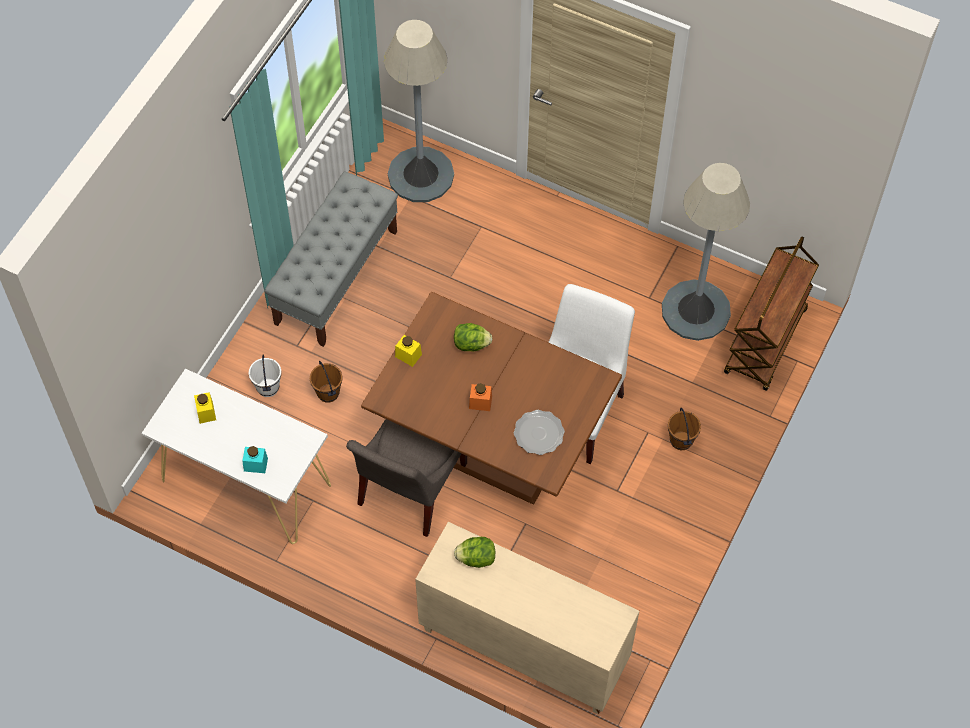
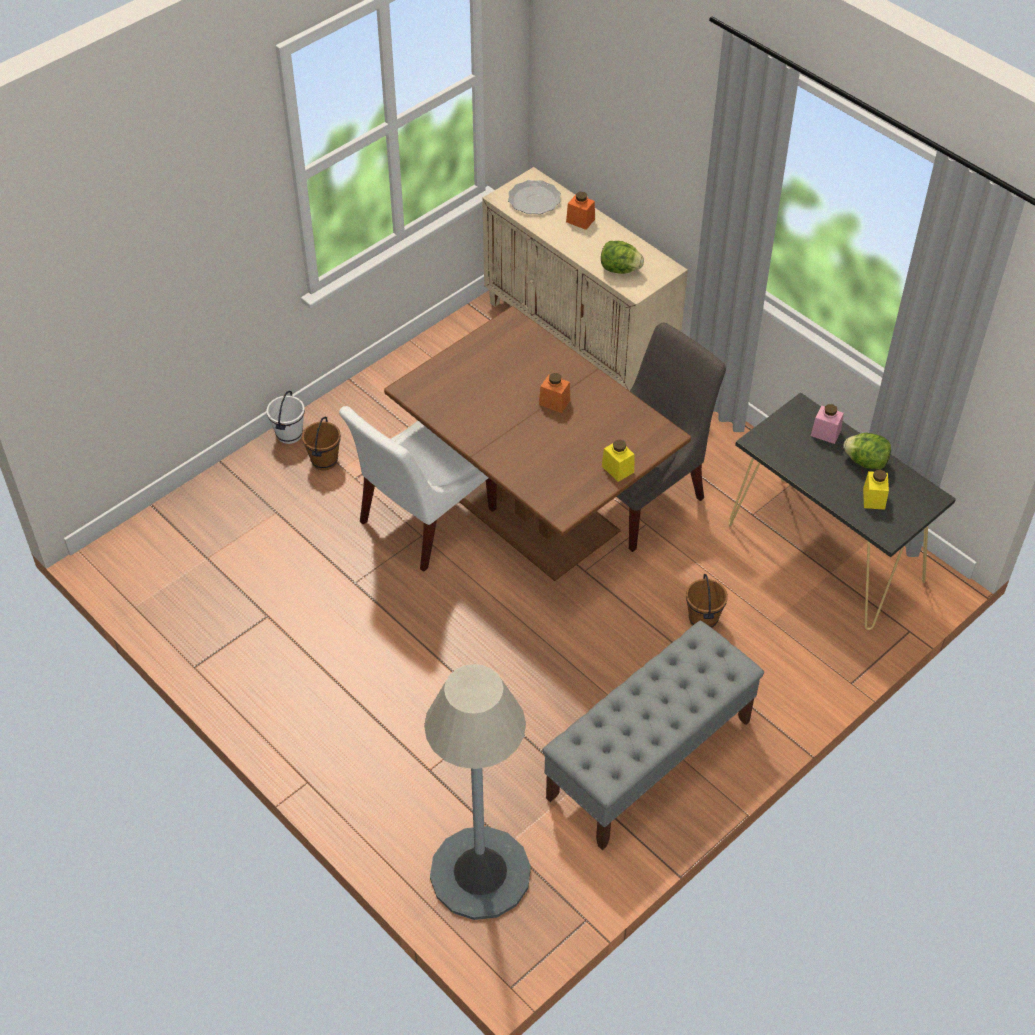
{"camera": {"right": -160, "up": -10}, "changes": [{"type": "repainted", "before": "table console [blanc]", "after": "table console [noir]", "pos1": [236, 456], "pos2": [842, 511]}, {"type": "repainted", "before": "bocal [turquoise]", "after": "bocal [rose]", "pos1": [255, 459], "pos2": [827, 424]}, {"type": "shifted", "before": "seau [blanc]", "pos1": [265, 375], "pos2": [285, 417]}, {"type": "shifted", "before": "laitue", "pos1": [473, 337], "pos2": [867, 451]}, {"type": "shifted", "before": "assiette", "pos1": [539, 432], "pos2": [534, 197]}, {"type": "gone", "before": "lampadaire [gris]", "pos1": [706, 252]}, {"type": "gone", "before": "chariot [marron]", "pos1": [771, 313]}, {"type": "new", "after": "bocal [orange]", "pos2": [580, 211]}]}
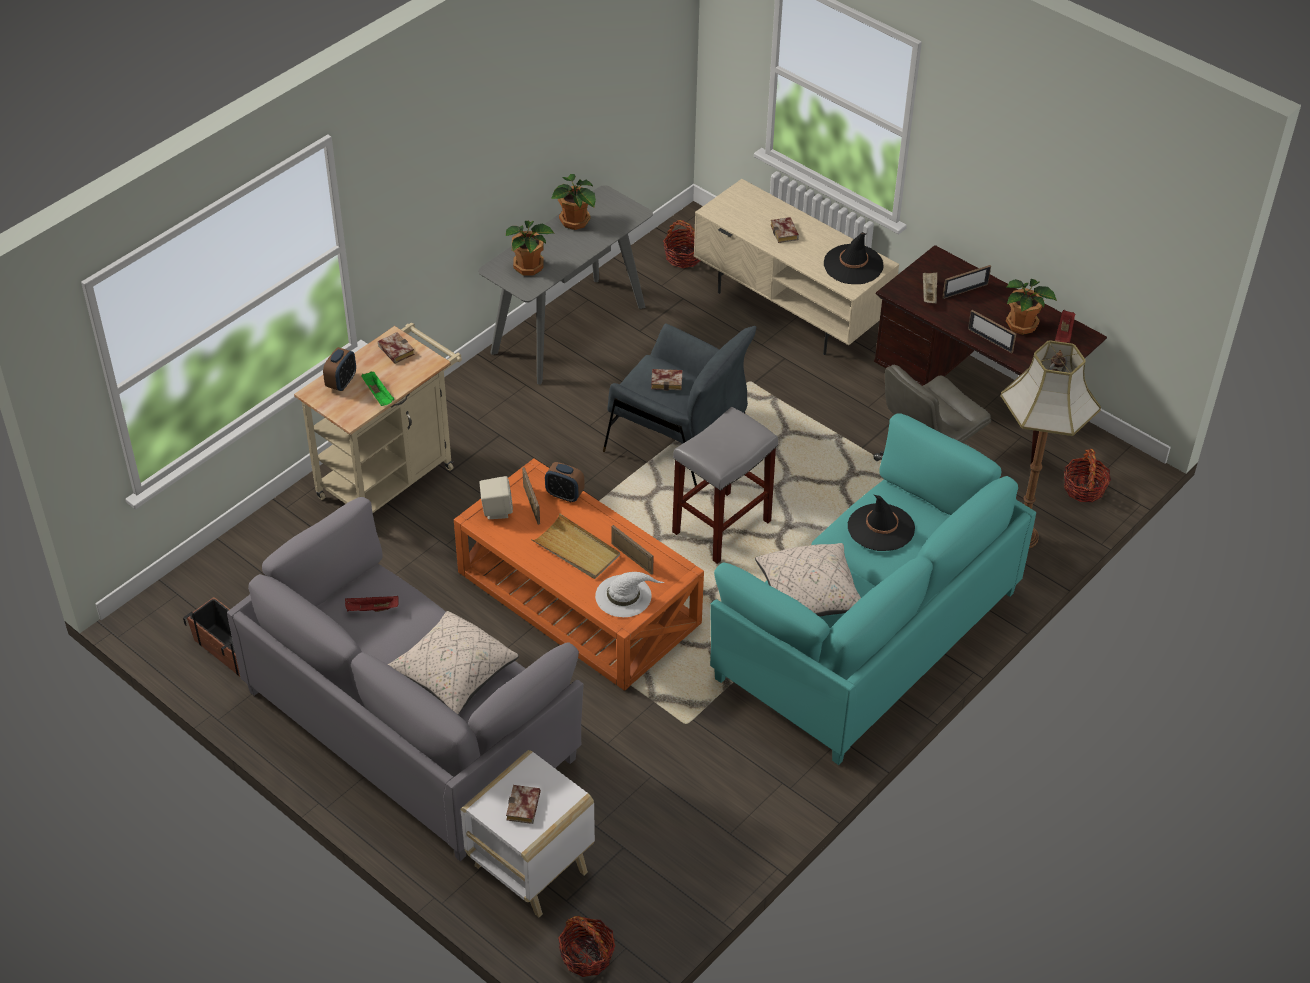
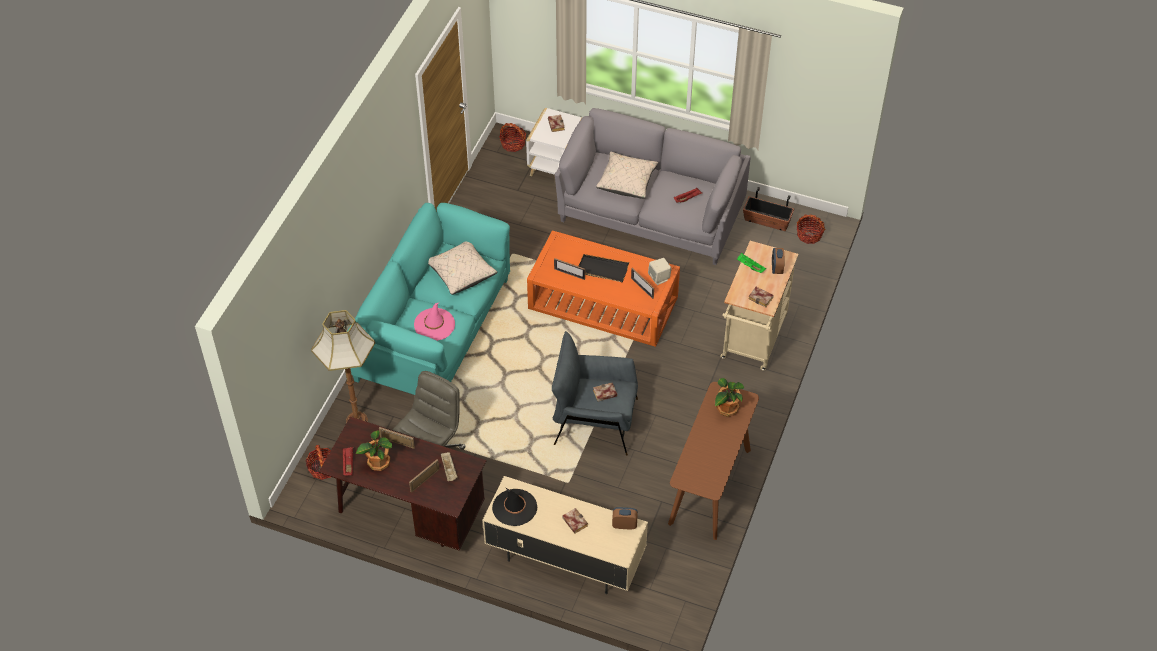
{"camera": {"right": 160, "up": 5}, "changes": [{"type": "repainted", "before": "table console [gris]", "after": "table console [marron]", "pos1": [565, 285], "pos2": [713, 461]}, {"type": "repainted", "before": "plateau [beige]", "after": "plateau [noir]", "pos1": [575, 546], "pos2": [604, 268]}, {"type": "shifted", "before": "réveil", "pos1": [564, 482], "pos2": [625, 518]}, {"type": "gone", "before": "plante en pot", "pos1": [573, 202]}, {"type": "gone", "before": "chapeau [blanc]", "pos1": [629, 594]}, {"type": "shifted", "before": "panier", "pos1": [681, 244], "pos2": [811, 229]}, {"type": "gone", "before": "tabouret [gris]", "pos1": [725, 485]}, {"type": "repainted", "before": "chapeau [noir]", "after": "chapeau [rose]", "pos1": [881, 523], "pos2": [434, 322]}]}
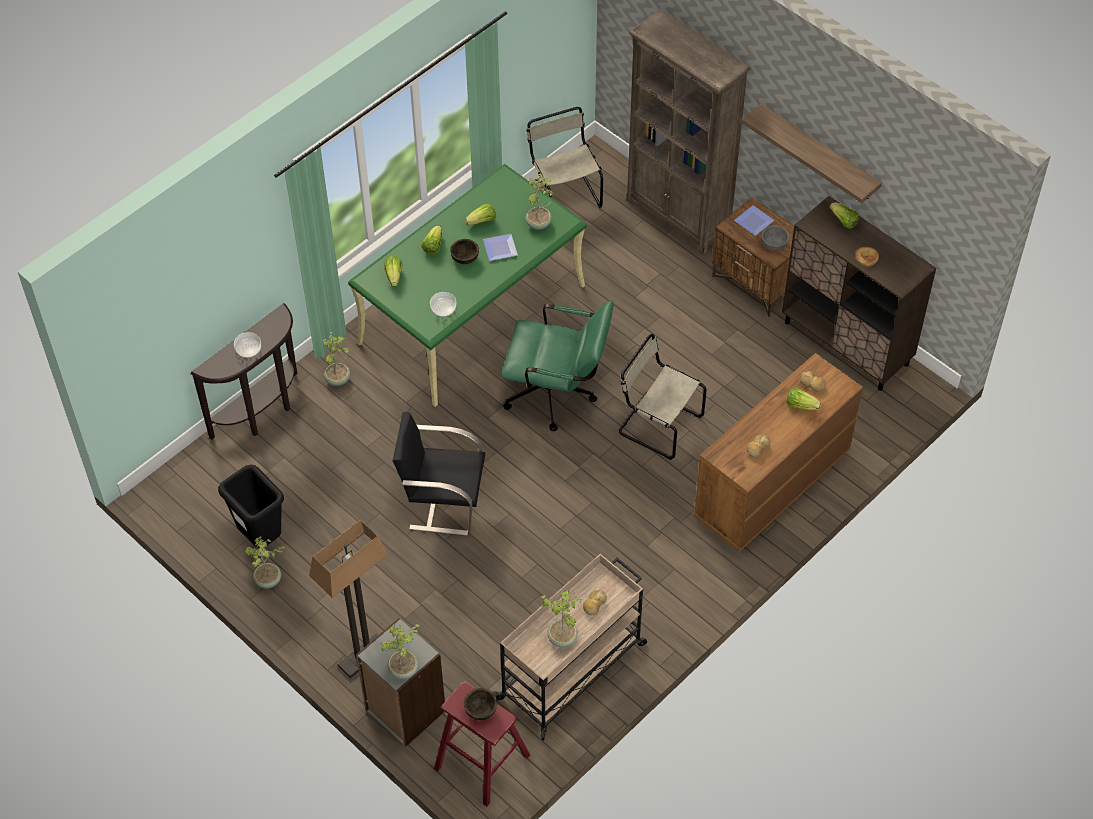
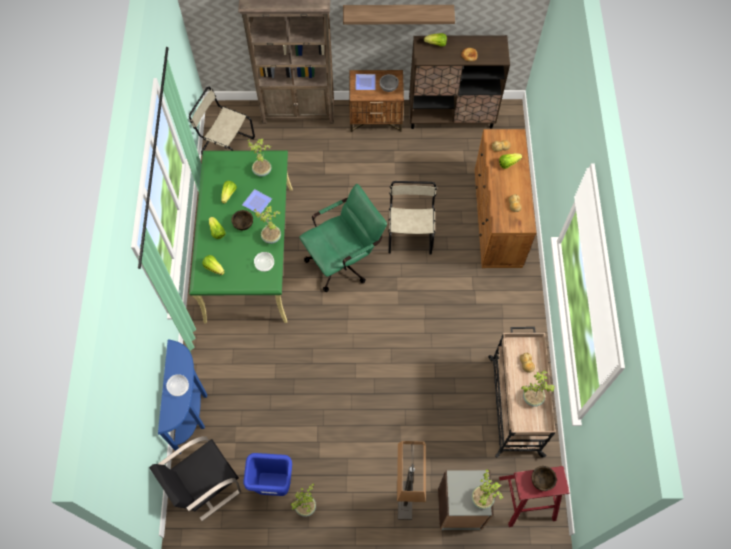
{"camera": {"right": -45, "up": 10}, "changes": [{"type": "repainted", "before": "table console [marron]", "after": "table console [bleu]", "pos1": [243, 371], "pos2": [182, 396]}, {"type": "repainted", "before": "poubelle [noir]", "after": "poubelle [bleu]", "pos1": [251, 506], "pos2": [268, 474]}, {"type": "shifted", "before": "plante en pot", "pos1": [336, 359], "pos2": [267, 225]}, {"type": "shifted", "before": "chaise [noir]", "pos1": [438, 474], "pos2": [195, 478]}, {"type": "rotated", "before": "chaise [beige]", "pos1": [663, 397], "pos2": [412, 218], "turn": 105}]}
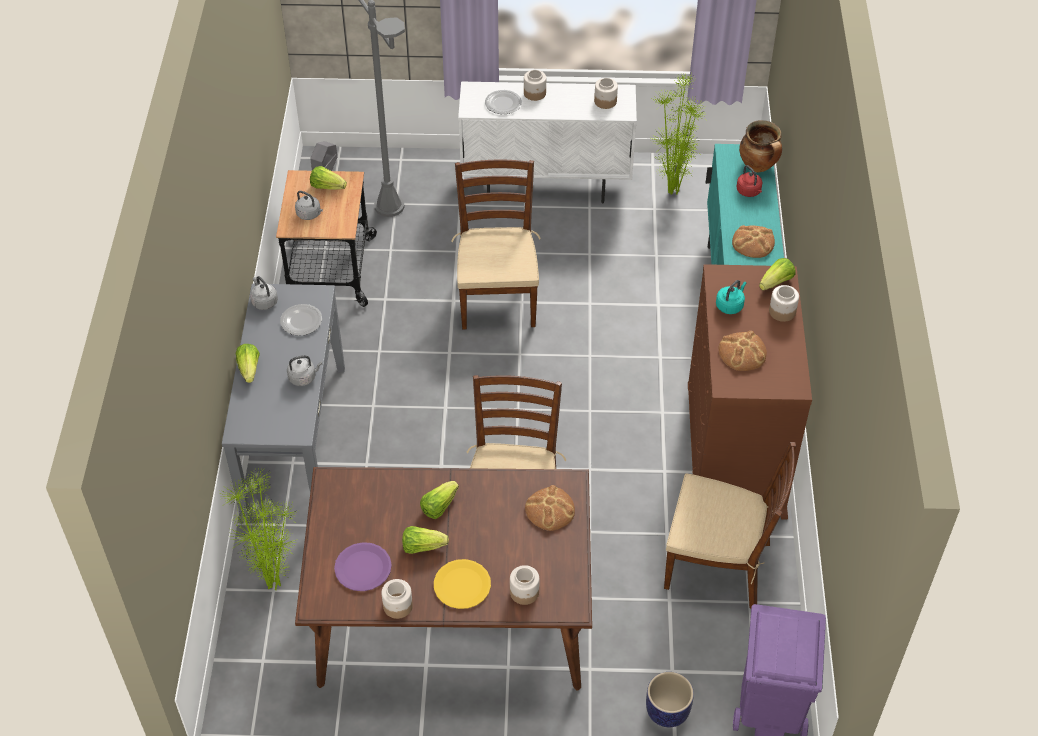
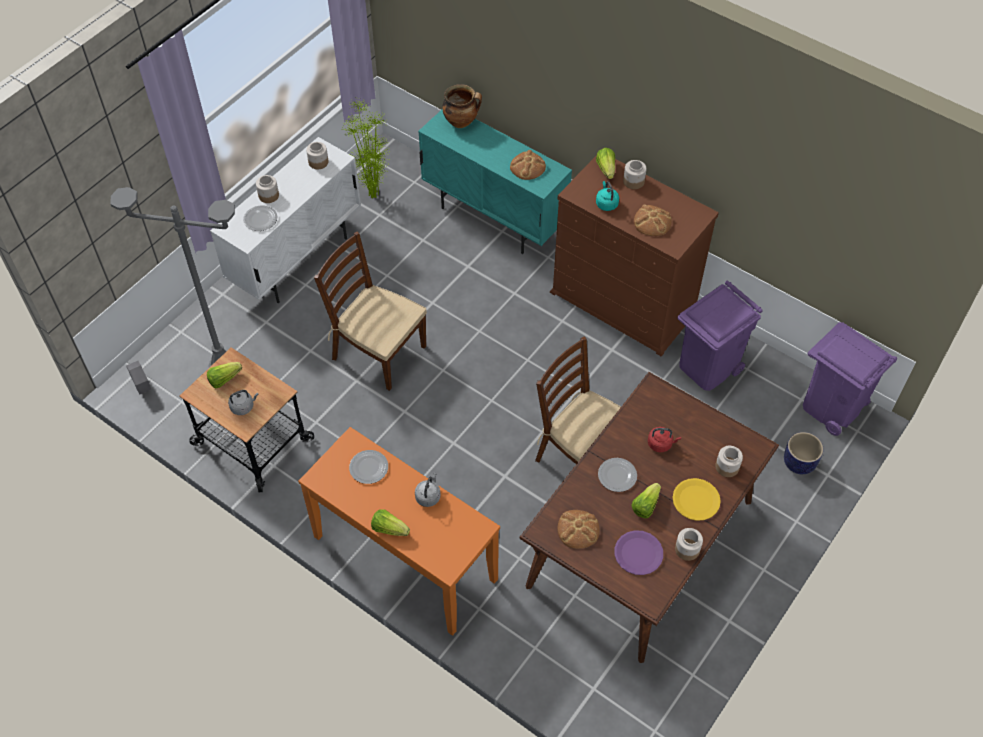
{"camera": {"right": -55, "up": 5}, "changes": [{"type": "gone", "before": "plante en pot", "pos1": [258, 529]}, {"type": "repainted", "before": "table console [gris]", "after": "table console [orange]", "pos1": [283, 402], "pos2": [399, 531]}, {"type": "gone", "before": "bouilloire [gris]", "pos1": [264, 293]}, {"type": "swapped", "before": "laitue", "after": "assiette", "pos1": [439, 500], "pos2": [617, 475]}, {"type": "shifted", "before": "pain", "pos1": [550, 508], "pos2": [578, 529]}, {"type": "swapped", "before": "chaise [marron]", "after": "poubelle [violet]", "pos1": [730, 525], "pos2": [720, 336]}, {"type": "shifted", "before": "bouilloire [rouge]", "pos1": [749, 181], "pos2": [664, 439]}]}
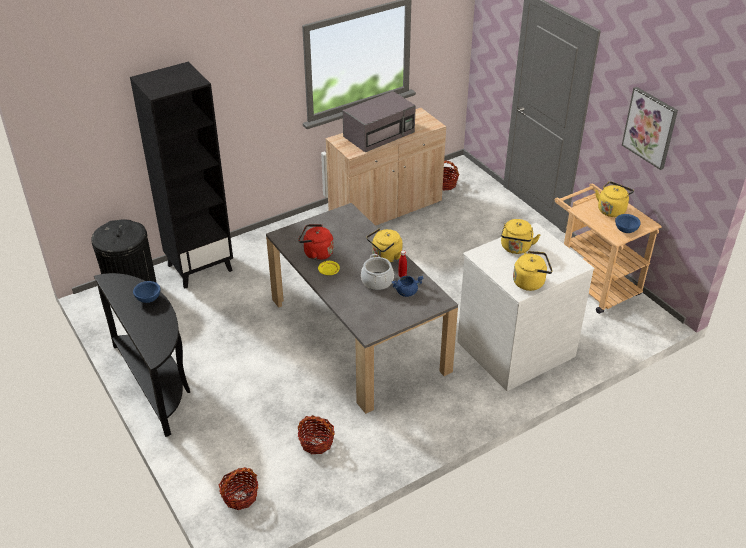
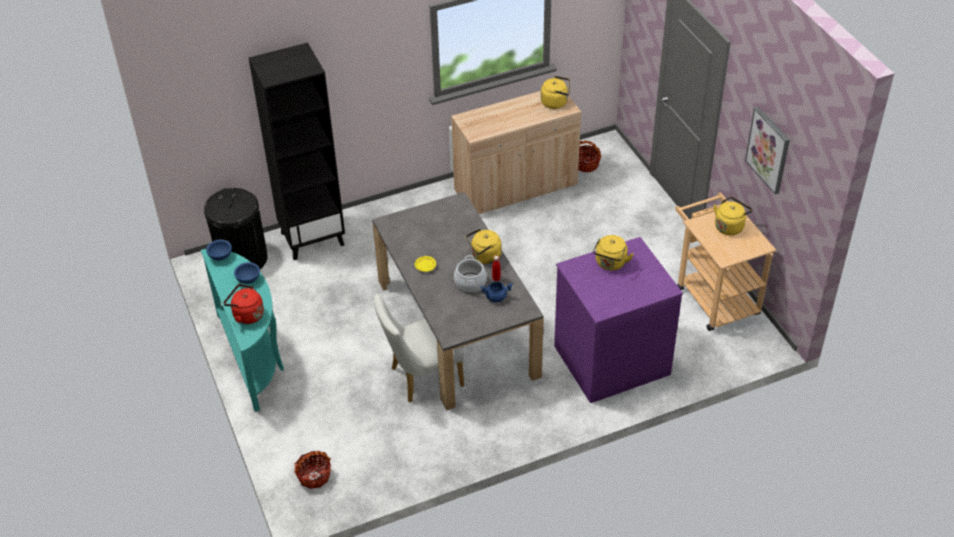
{"camera": {"right": 10, "up": 5}, "changes": [{"type": "repainted", "before": "table console [noir]", "after": "table console [turquoise]", "pos1": [142, 355], "pos2": [242, 330]}, {"type": "shifted", "before": "bouilloire [rouge]", "pos1": [316, 242], "pos2": [244, 304]}, {"type": "gone", "before": "panier", "pos1": [316, 434]}, {"type": "gone", "before": "micro-ondes [gris]", "pos1": [379, 121]}, {"type": "repainted", "before": "commode [blanc]", "after": "commode [violet]", "pos1": [525, 307], "pos2": [618, 320]}, {"type": "shifted", "before": "bouilloire [jaune]", "pos1": [533, 271], "pos2": [555, 92]}, {"type": "shifted", "before": "bol [bleu]", "pos1": [628, 223], "pos2": [219, 250]}, {"type": "new", "after": "chaise [blanc]", "pos2": [419, 348]}]}
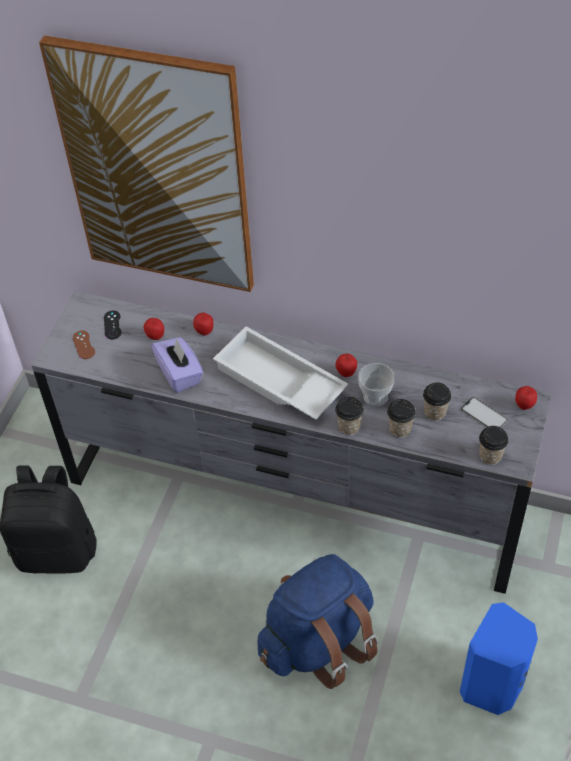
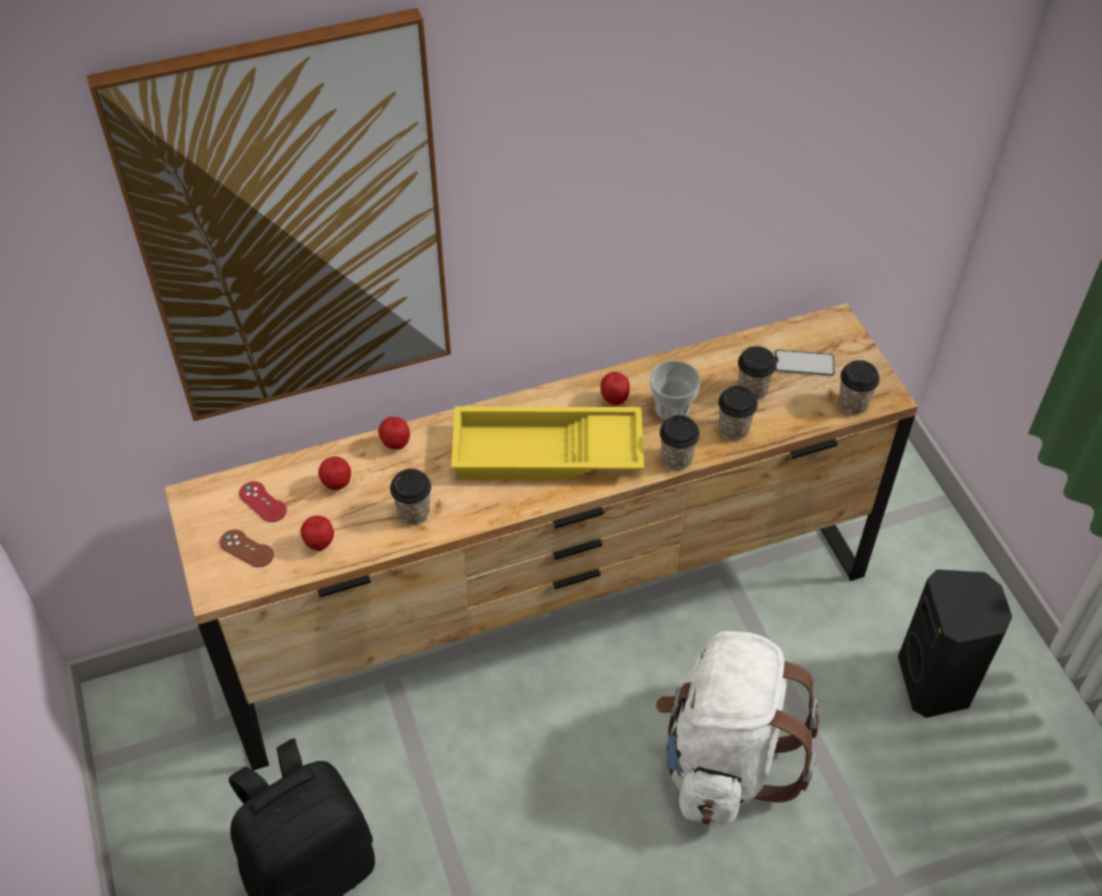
{"camera": {"right": -40, "up": 0}, "changes": [{"type": "repainted", "before": "commode [gris]", "after": "commode [marron]", "pos1": [291, 442], "pos2": [541, 536]}, {"type": "repainted", "before": "manette [noir]", "after": "manette [rouge]", "pos1": [113, 325], "pos2": [263, 501]}, {"type": "swapped", "before": "boîte à mouchoirs [violet]", "after": "tasse", "pos1": [177, 365], "pos2": [410, 497]}, {"type": "repainted", "before": "plateau [blanc]", "after": "plateau [jaune]", "pos1": [280, 373], "pos2": [547, 444]}, {"type": "repainted", "before": "sac à dos [bleu]", "after": "sac à dos [blanc]", "pos1": [317, 621], "pos2": [737, 728]}, {"type": "repainted", "before": "enceinte [bleu]", "after": "enceinte [noir]", "pos1": [499, 658], "pos2": [955, 643]}, {"type": "shifted", "before": "pomme", "pos1": [526, 398], "pos2": [317, 533]}]}
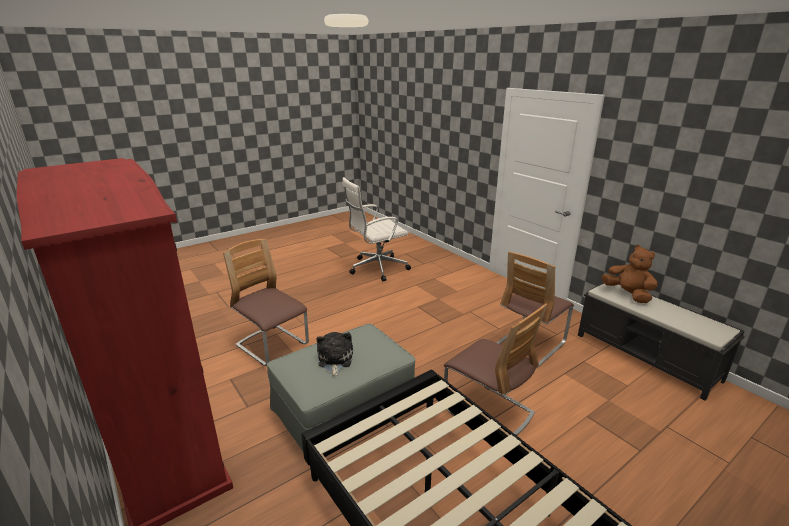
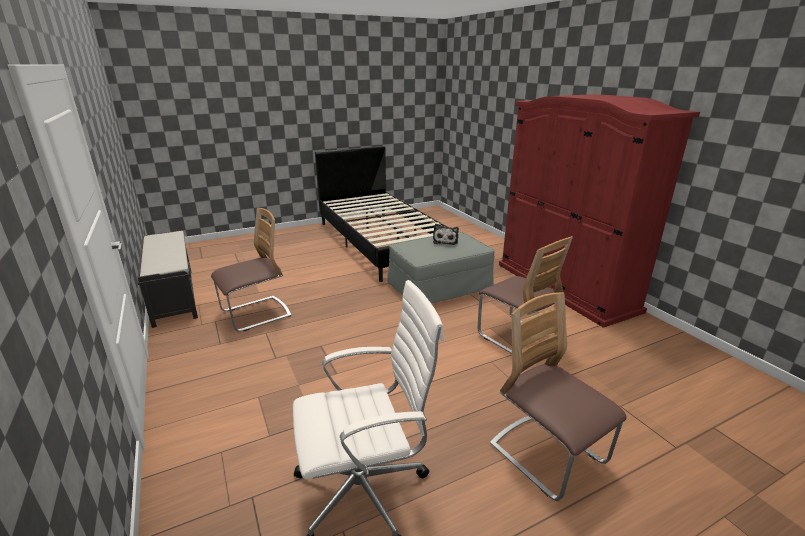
{"camera": {"right": -170, "up": 0}, "changes": [{"type": "shifted", "before": "chaise", "pos1": [495, 369], "pos2": [558, 396]}, {"type": "gone", "before": "peluche [marron]", "pos1": [629, 274]}]}
